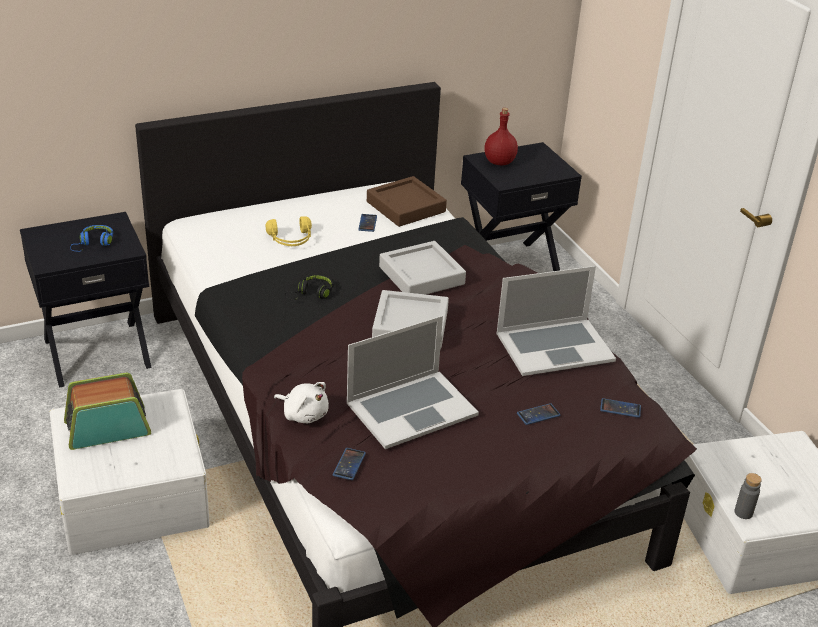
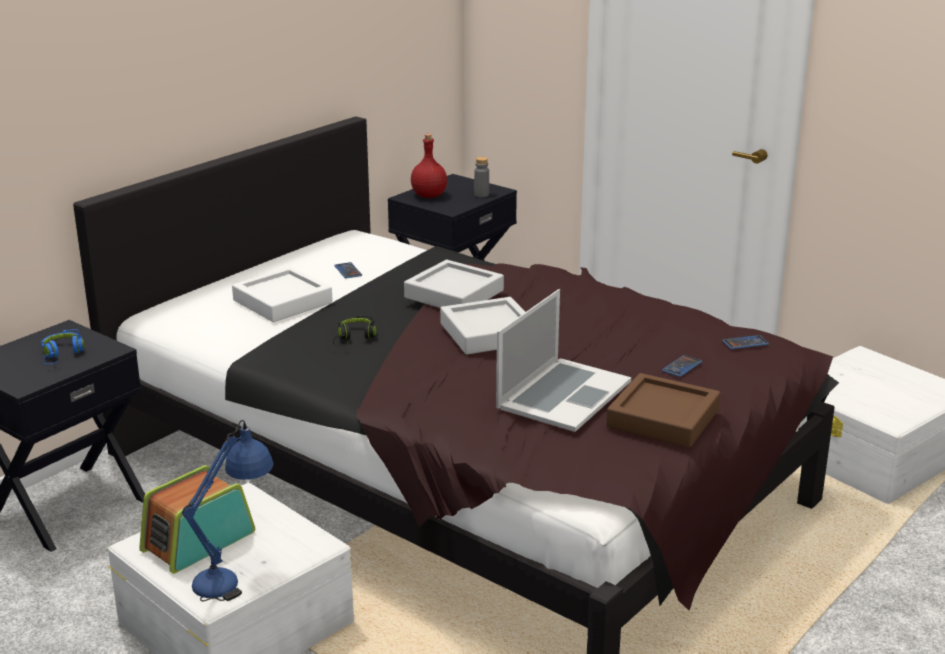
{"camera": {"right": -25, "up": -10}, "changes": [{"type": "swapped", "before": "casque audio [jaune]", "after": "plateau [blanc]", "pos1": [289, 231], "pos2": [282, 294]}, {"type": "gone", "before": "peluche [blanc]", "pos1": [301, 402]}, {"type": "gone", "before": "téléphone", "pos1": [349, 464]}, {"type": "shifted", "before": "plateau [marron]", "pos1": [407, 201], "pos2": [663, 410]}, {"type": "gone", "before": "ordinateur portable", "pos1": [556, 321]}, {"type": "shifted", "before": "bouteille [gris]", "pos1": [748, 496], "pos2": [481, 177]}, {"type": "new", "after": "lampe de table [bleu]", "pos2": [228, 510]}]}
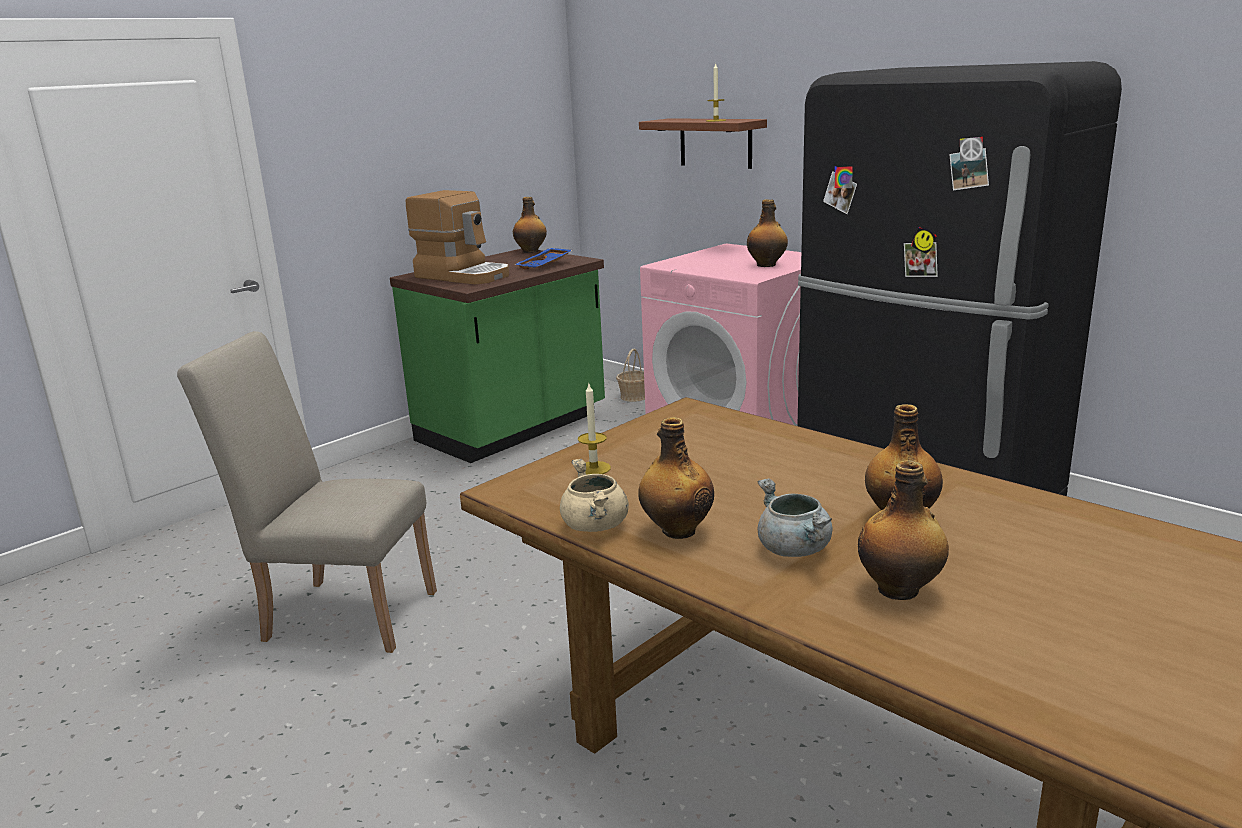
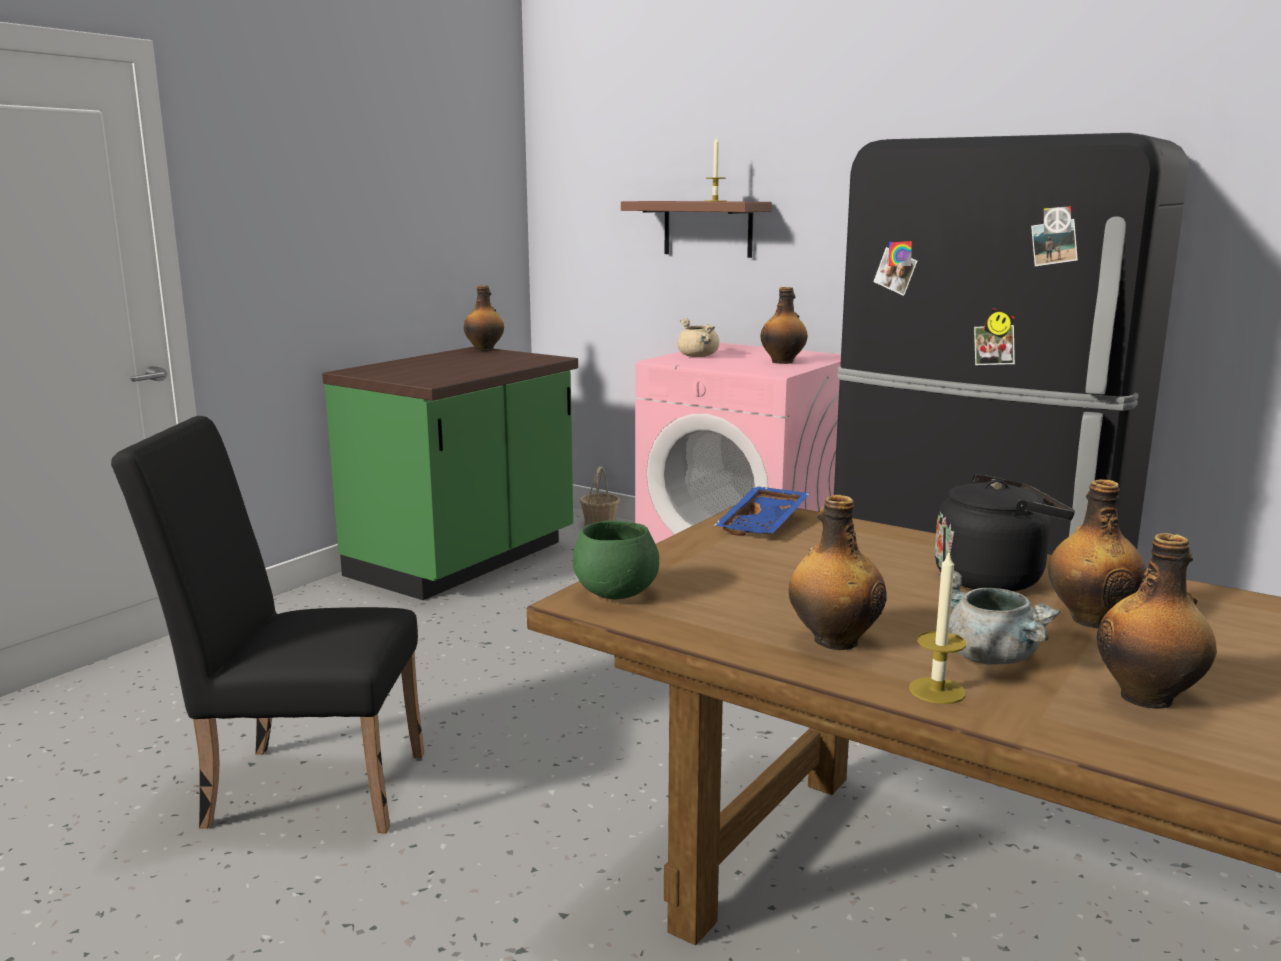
{"camera": {"right": -10, "up": -5}, "changes": [{"type": "repainted", "before": "chaise [beige]", "after": "chaise [noir]", "pos1": [307, 492], "pos2": [267, 624]}, {"type": "gone", "before": "machine à café", "pos1": [457, 237]}, {"type": "shifted", "before": "plateau [bleu]", "pos1": [543, 259], "pos2": [762, 511]}, {"type": "shifted", "before": "marmite [beige]", "pos1": [594, 495], "pos2": [698, 337]}, {"type": "shifted", "before": "bougie", "pos1": [594, 429], "pos2": [937, 627]}, {"type": "new", "after": "bol [vert]", "pos2": [616, 560]}, {"type": "new", "after": "bouilloire [noir]", "pos2": [1005, 532]}]}
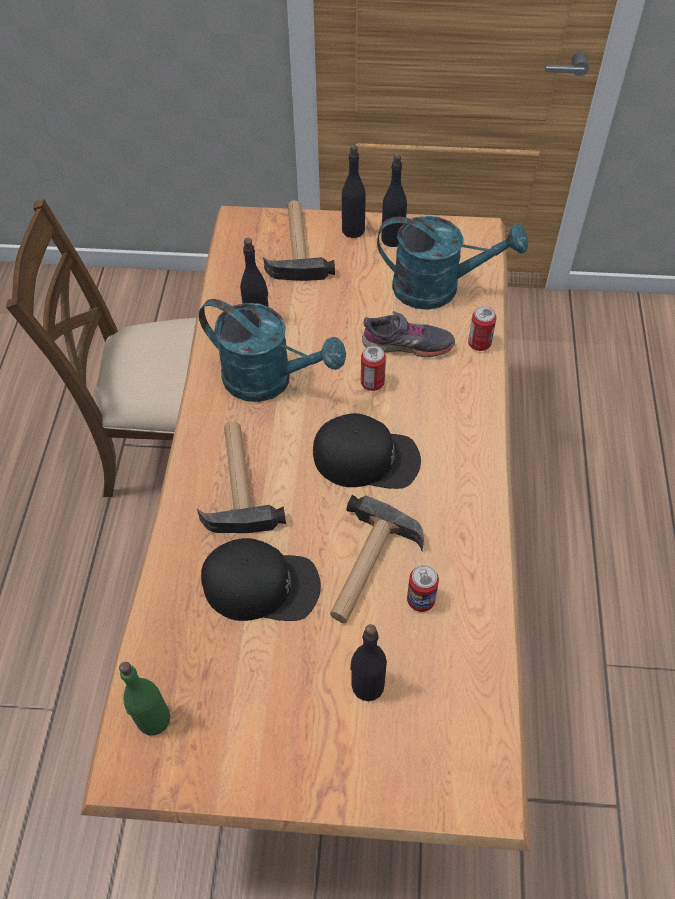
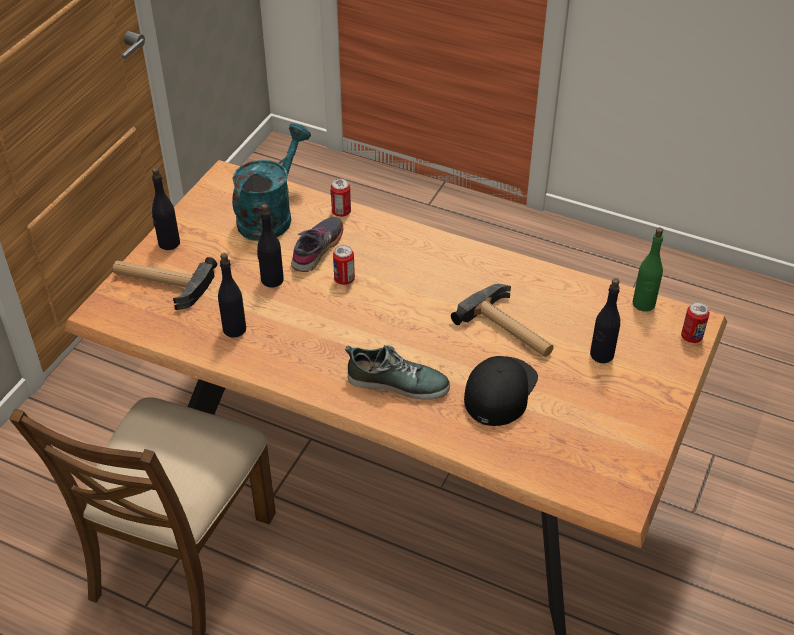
{"camera": {"right": -70, "up": -10}, "changes": [{"type": "shifted", "before": "bouteille [vert]", "pos1": [144, 699], "pos2": [648, 269]}, {"type": "swapped", "before": "marteau", "after": "chaussure", "pos1": [241, 477], "pos2": [397, 372]}, {"type": "gone", "before": "arrosoir [turquoise]", "pos1": [272, 350]}, {"type": "gone", "before": "casquette [noir]", "pos1": [367, 451]}, {"type": "shifted", "before": "bouteille [noir]", "pos1": [394, 200], "pos2": [270, 246]}, {"type": "shifted", "before": "boîte métallique", "pos1": [423, 588], "pos2": [695, 322]}]}
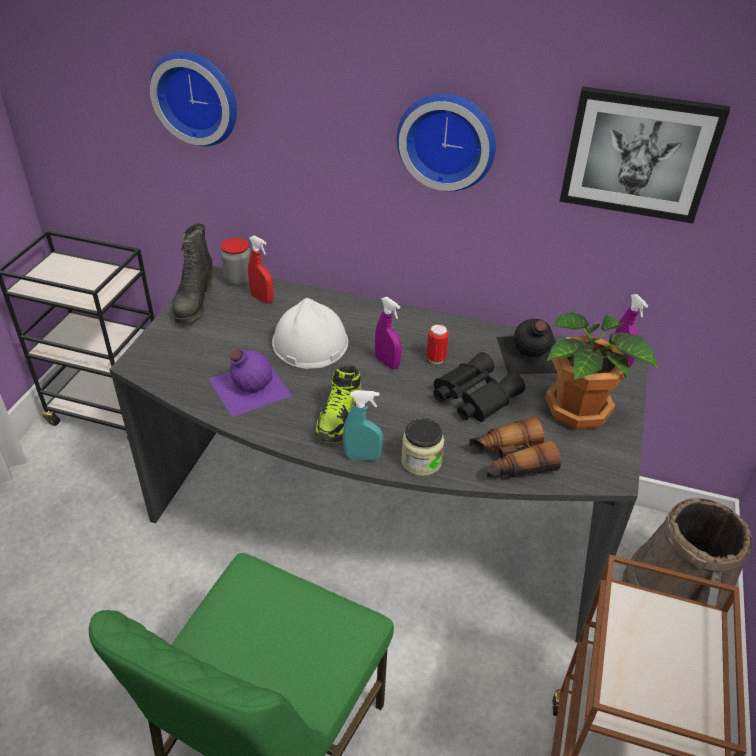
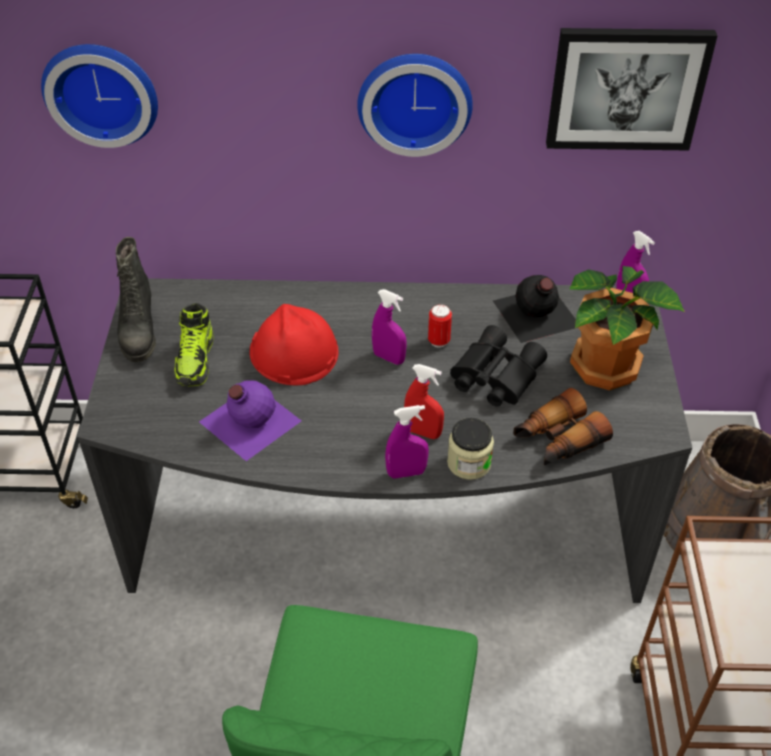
{"camera": {"right": -15, "up": 5}, "changes": [{"type": "gone", "before": "bocal", "pos1": [236, 262]}, {"type": "shifted", "before": "vaporisateur [rouge]", "pos1": [261, 270], "pos2": [424, 401]}, {"type": "repainted", "before": "casque de chantier [blanc]", "after": "casque de chantier [rouge]", "pos1": [310, 333], "pos2": [293, 344]}, {"type": "shifted", "before": "chaussure", "pos1": [338, 404], "pos2": [194, 344]}, {"type": "repainted", "before": "vaporisateur [turquoise]", "after": "vaporisateur [violet]", "pos1": [363, 425], "pos2": [407, 442]}]}
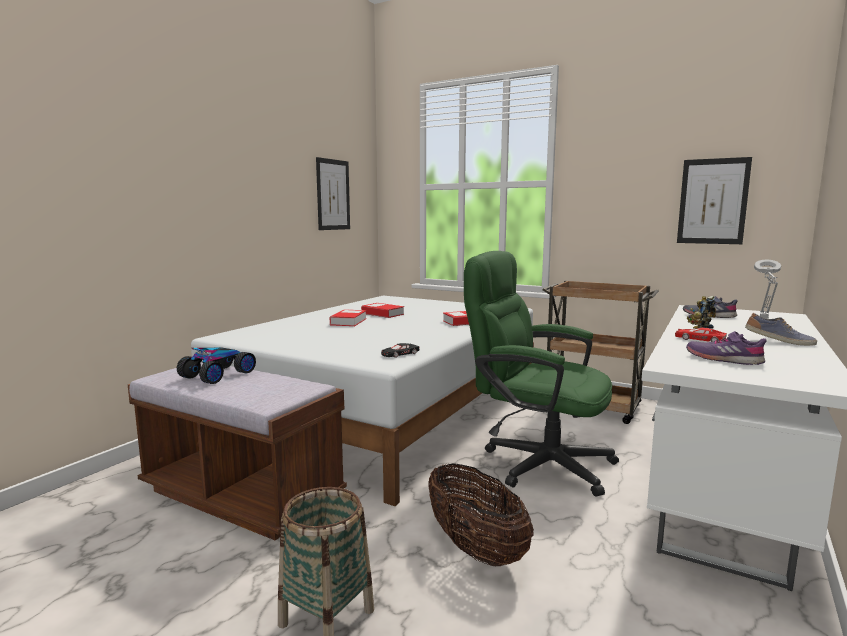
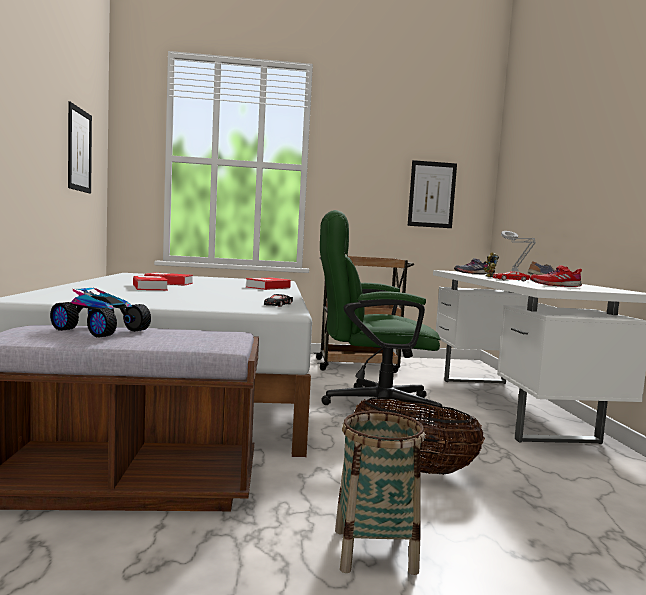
{"camera": {"right": -35, "up": -5}, "changes": [{"type": "rotated", "before": "petite voiture", "pos1": [216, 365], "pos2": [100, 312], "turn": 120}, {"type": "repainted", "before": "chaussure [violet]", "after": "chaussure [rouge]", "pos1": [726, 348], "pos2": [556, 276]}]}
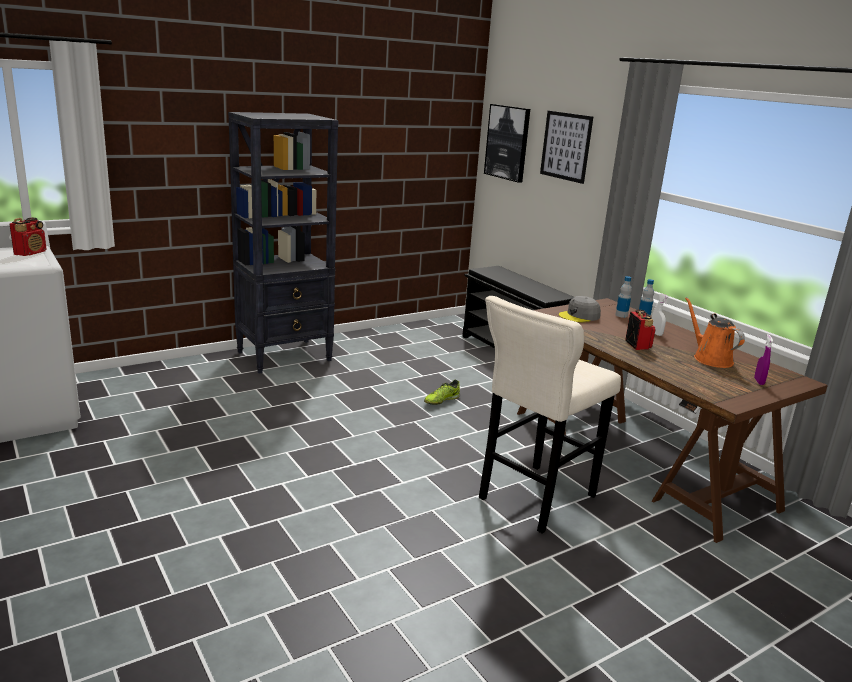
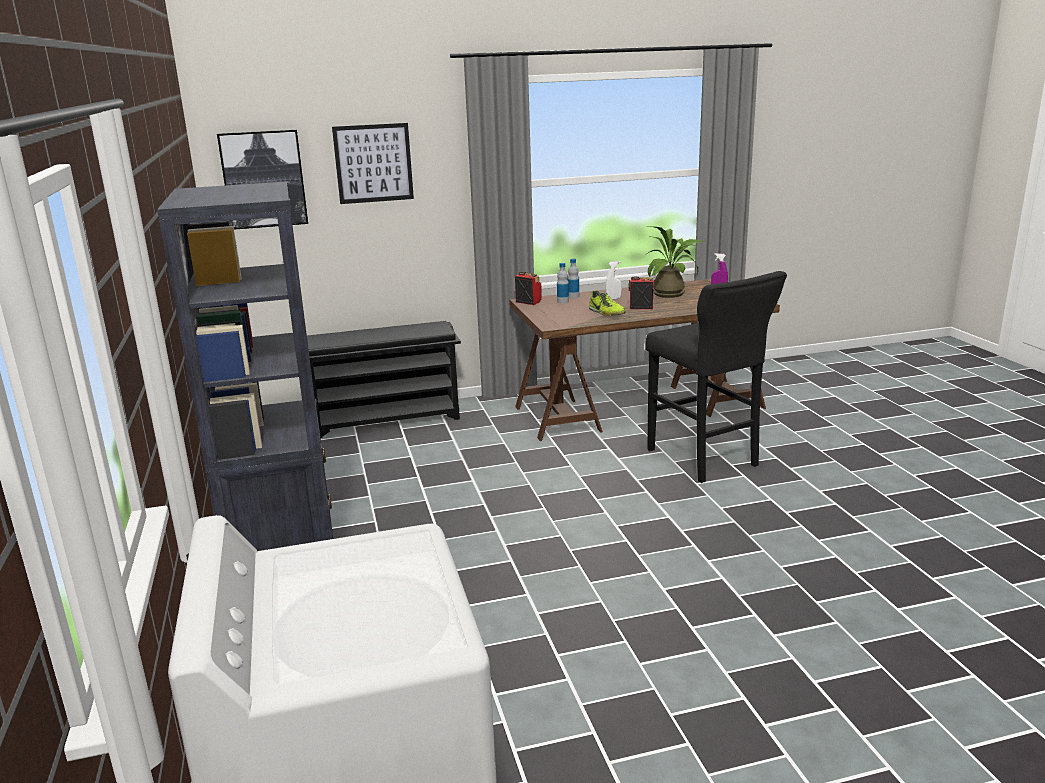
{"camera": {"right": -70, "up": 0}, "changes": [{"type": "shifted", "before": "radio", "pos1": [27, 237], "pos2": [528, 288]}, {"type": "shifted", "before": "chaussure", "pos1": [442, 392], "pos2": [607, 303]}, {"type": "repainted", "before": "tabouret [beige]", "after": "tabouret [noir]", "pos1": [550, 415], "pos2": [716, 377]}, {"type": "gone", "before": "casquette [gris]", "pos1": [580, 309]}, {"type": "swapped", "before": "arrosoir [orange]", "after": "plante en pot", "pos1": [715, 332], "pos2": [675, 262]}]}
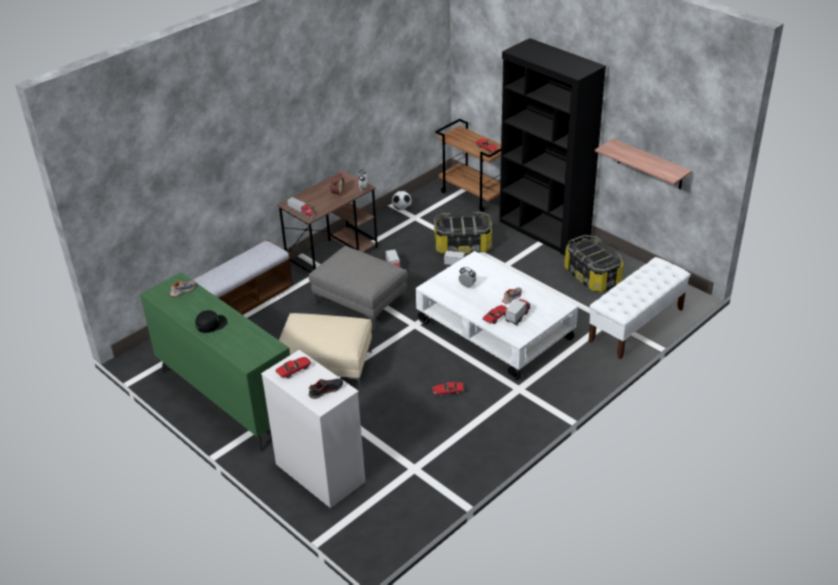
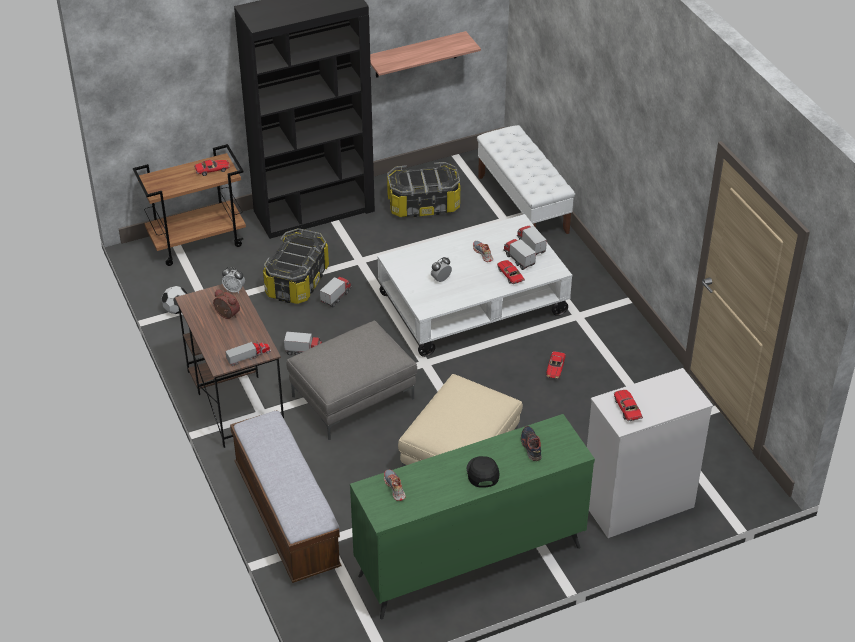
{"camera": {"right": -70, "up": 5}, "changes": [{"type": "shifted", "before": "chaussure", "pos1": [326, 389], "pos2": [531, 443]}, {"type": "new", "after": "camion jouet", "pos2": [532, 240]}]}
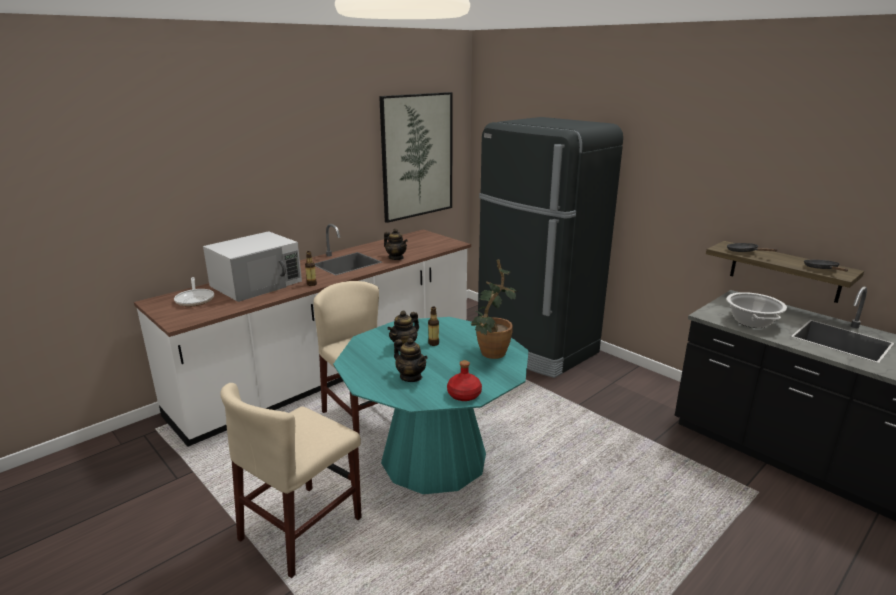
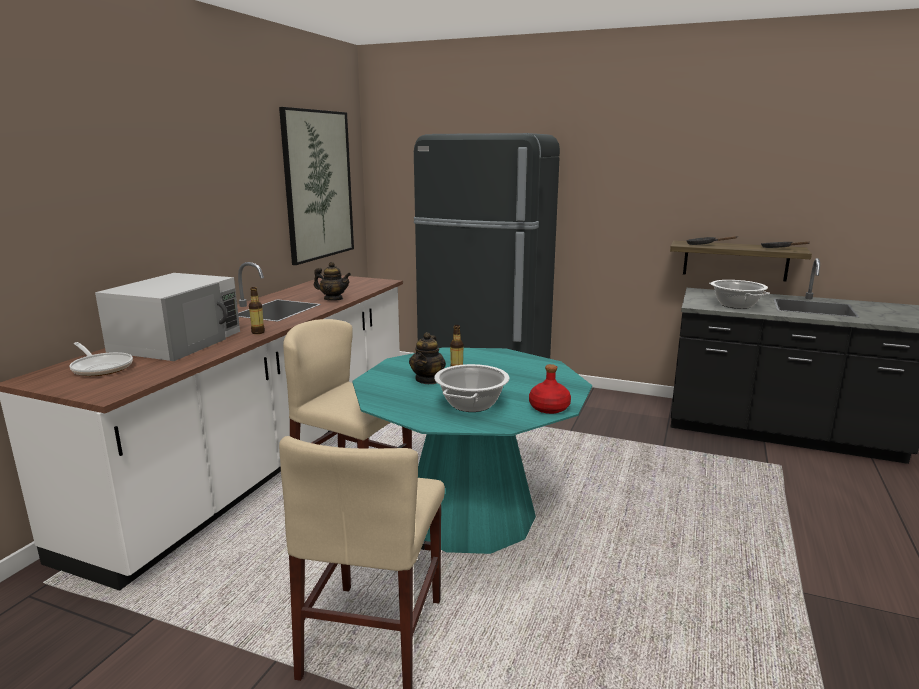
{"camera": {"right": -25, "up": -5}, "changes": [{"type": "swapped", "before": "théière", "after": "marmite", "pos1": [411, 360], "pos2": [472, 388]}, {"type": "gone", "before": "plante en pot", "pos1": [493, 309]}]}
